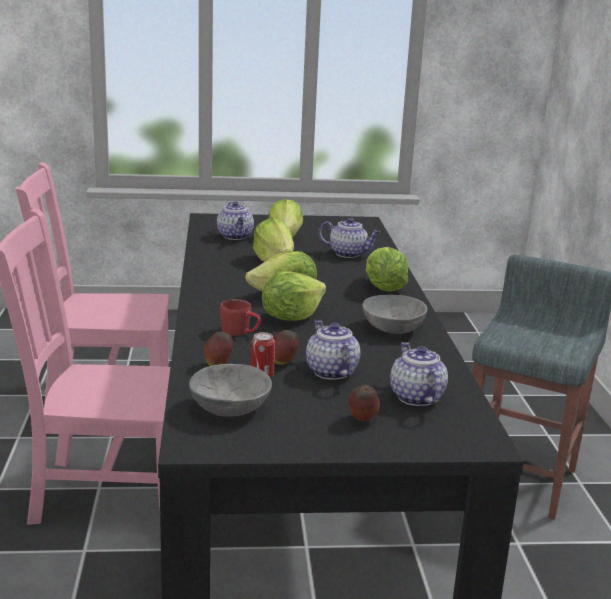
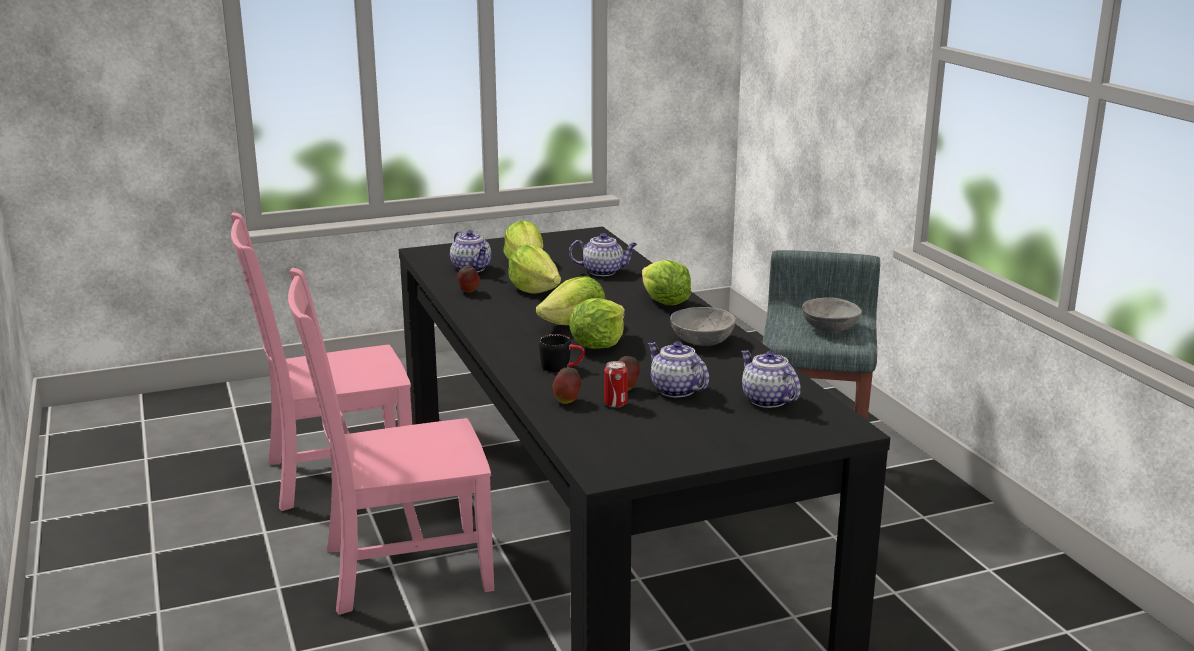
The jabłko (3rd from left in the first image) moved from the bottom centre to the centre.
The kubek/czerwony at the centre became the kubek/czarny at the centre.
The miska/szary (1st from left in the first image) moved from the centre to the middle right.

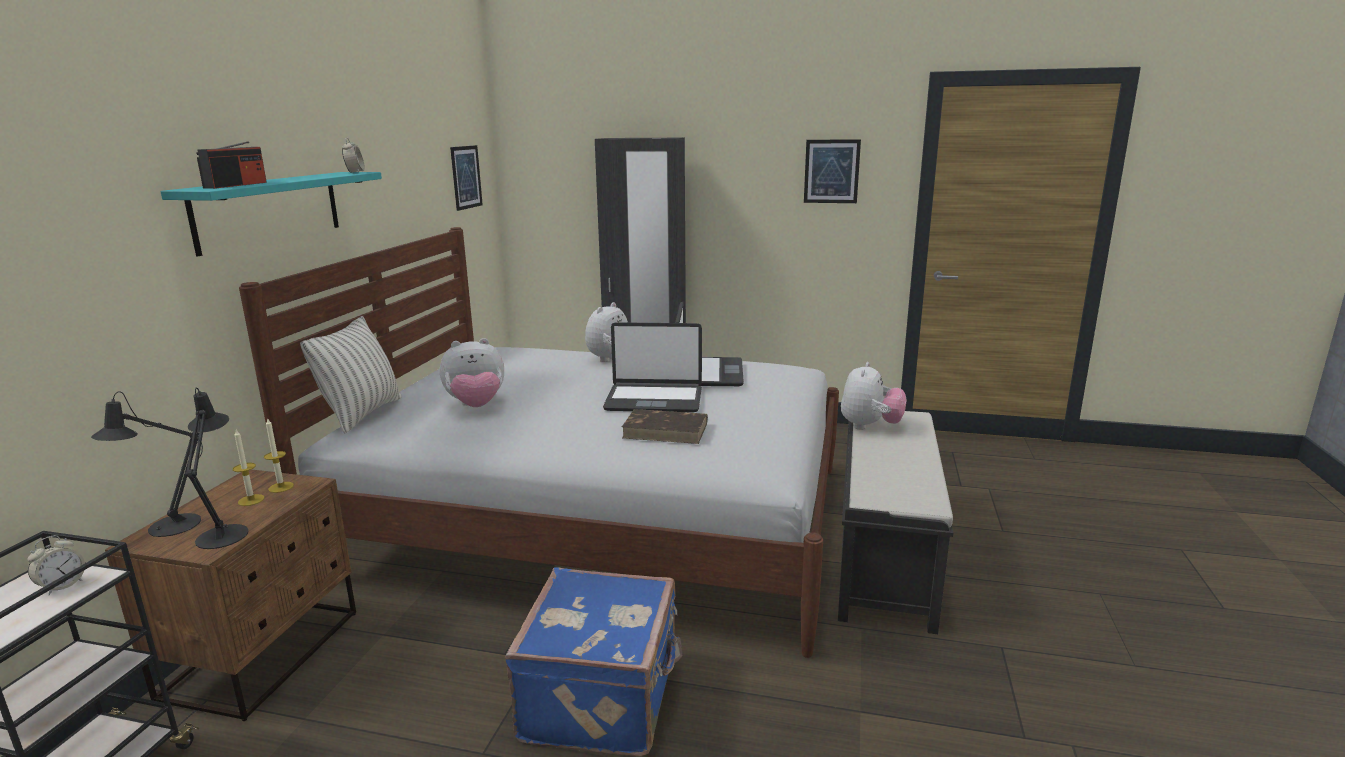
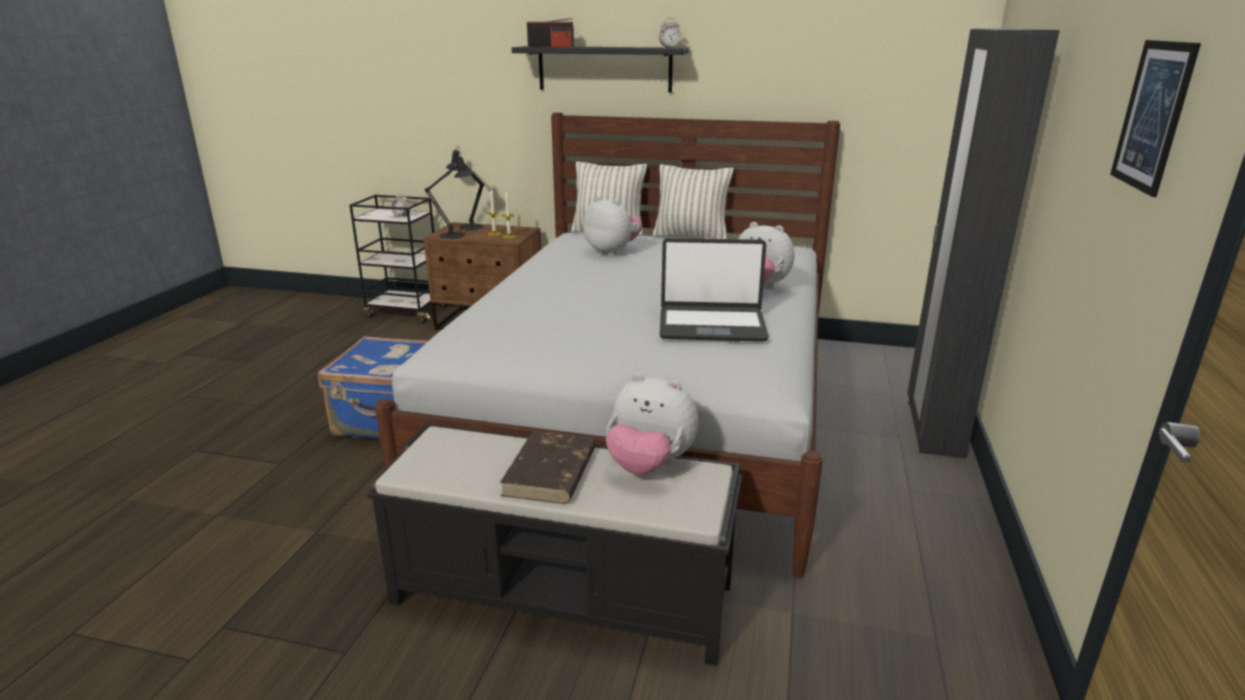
The książka/brązowy moved from the centre to the bottom centre.
The półka/turkusowy at the top left became the półka/czarny at the top centre.
The pluszak (1st from left) at the centre turned 150 degrees clockwise.
The poduszka (2nd from left) at the top centre appeared.
The obraz (1st from left) at the top centre disappeared.
The laptop (1st from left) at the centre disappeared.

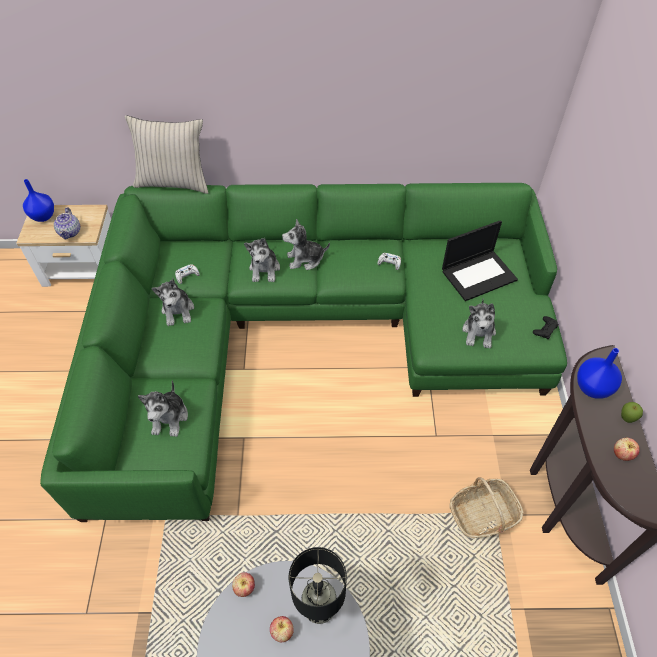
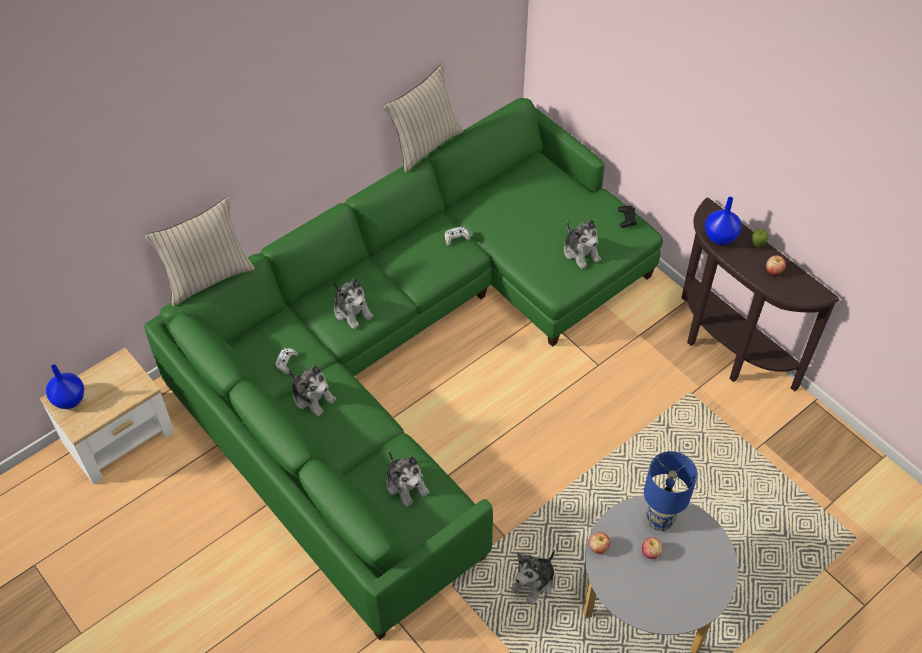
The poduszka/beżowy (2nd from left) at the top centre appeared.
The pluszak (4th from left) moved from the centre to the bottom centre.
The lampa stołowa/czarny at the bottom centre became the lampa stołowa/niebieski at the bottom right.
The imbryk at the middle left disappeared.
The laptop at the middle right disappeared.
The koszyk at the bottom right disappeared.

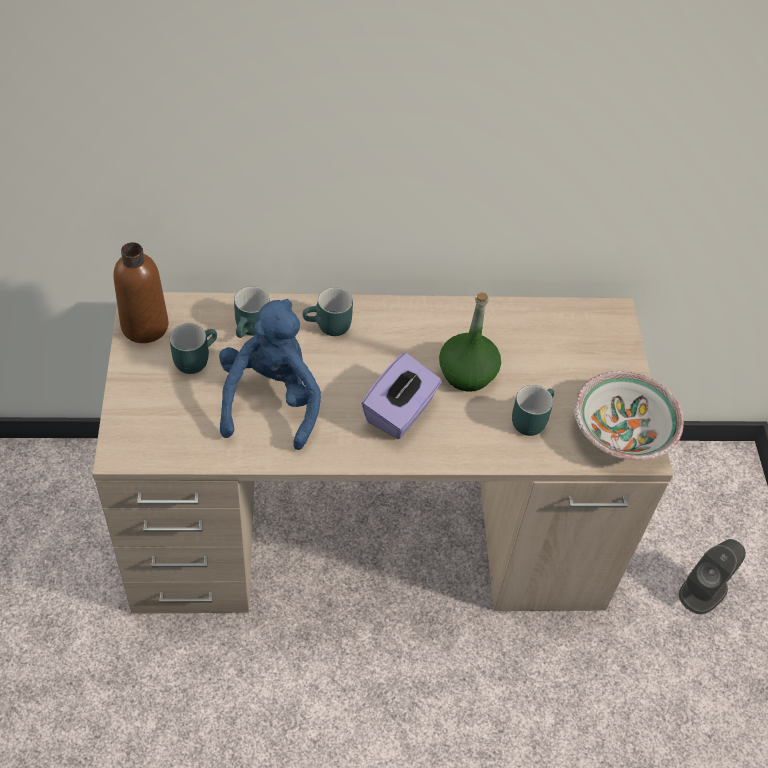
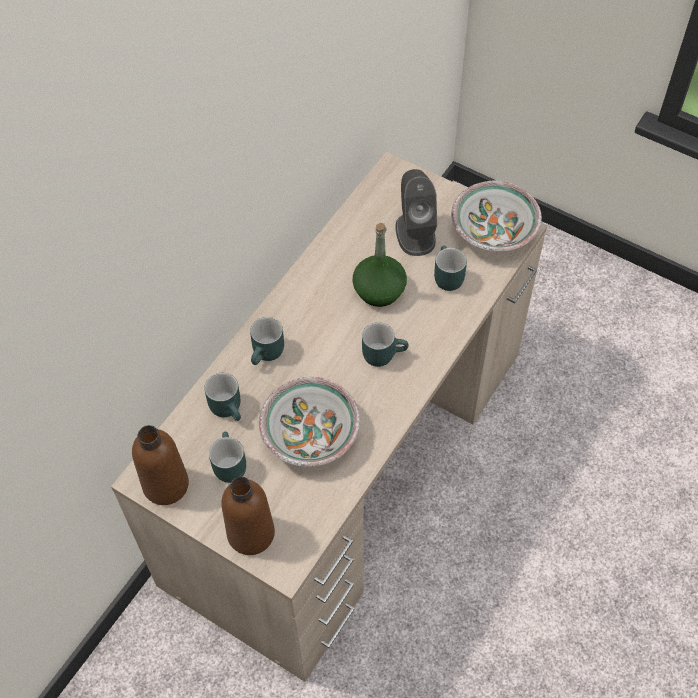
The butelka/brązowy (2nd from left) at the bottom centre appeared.
The pluszak/niebieski at the centre was replaced by the miska (1st from left) at the centre.
The pudełko chusteczek/fioletowy at the centre was replaced by the kubek/turkusowy (4th from left) at the centre.
The głośnik/szary moved from the bottom right to the top centre.

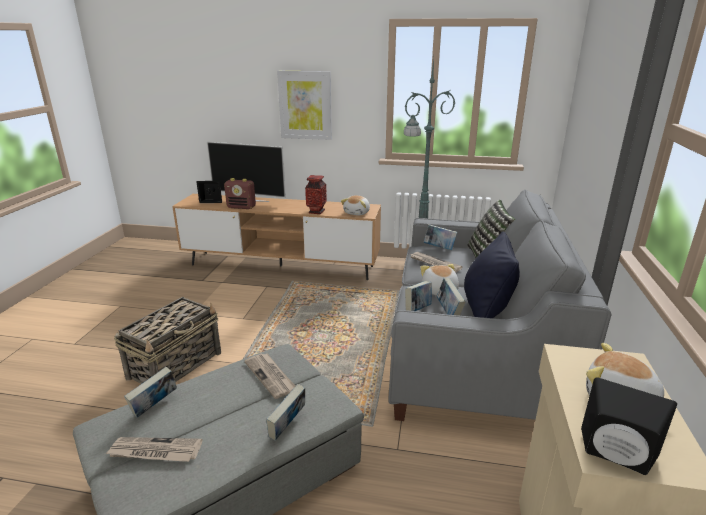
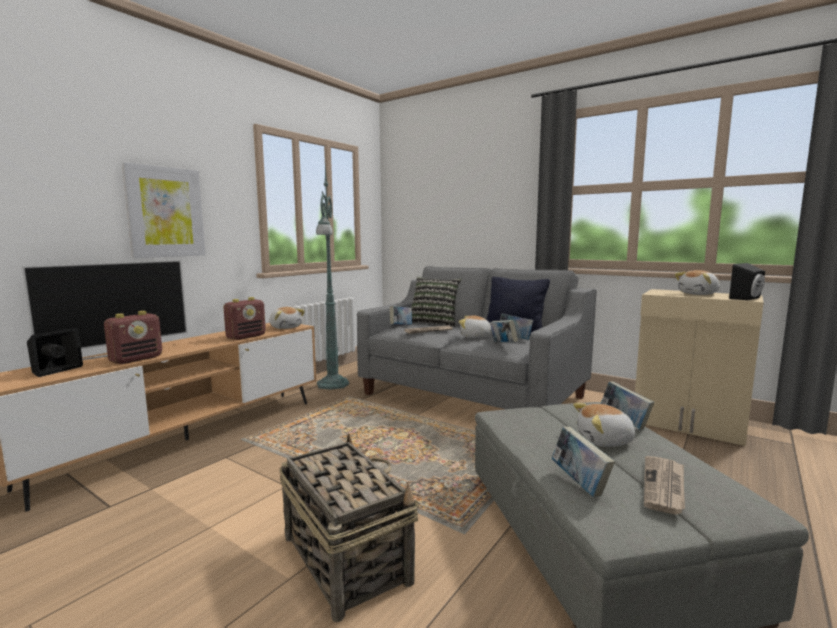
The wazon at the centre was replaced by the radio (2nd from left) at the middle left.
The pluszak (3rd from left) at the bottom right appeared.
The gazeta (2nd from left) at the bottom centre disappeared.

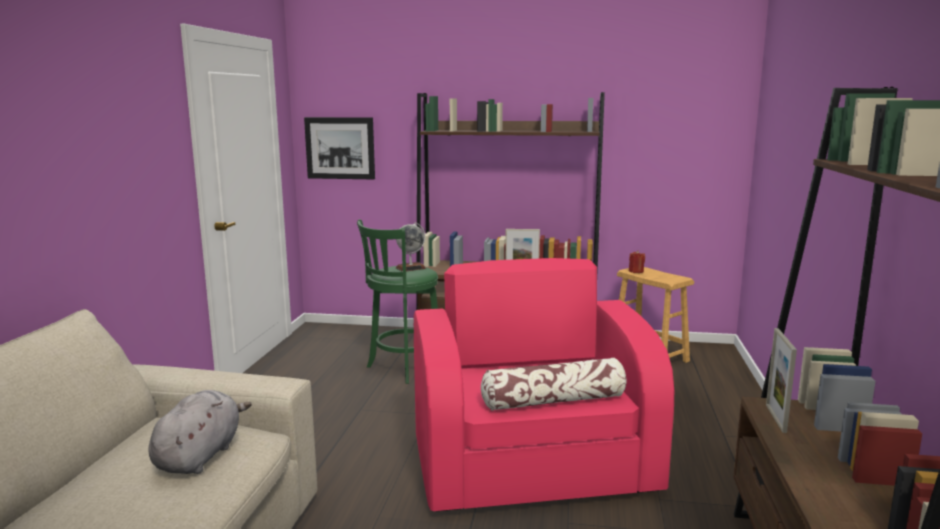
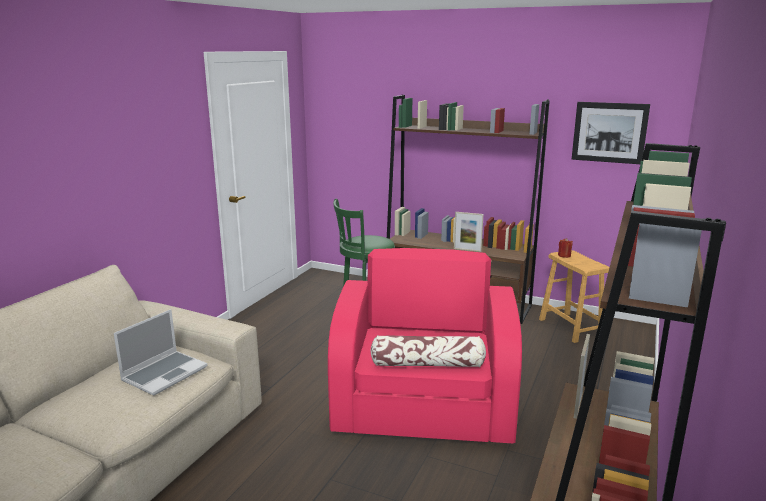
The pluszak/szary at the bottom left was replaced by the laptop at the bottom left.
The obraz moved from the top centre to the top right.
The globus at the centre disappeared.

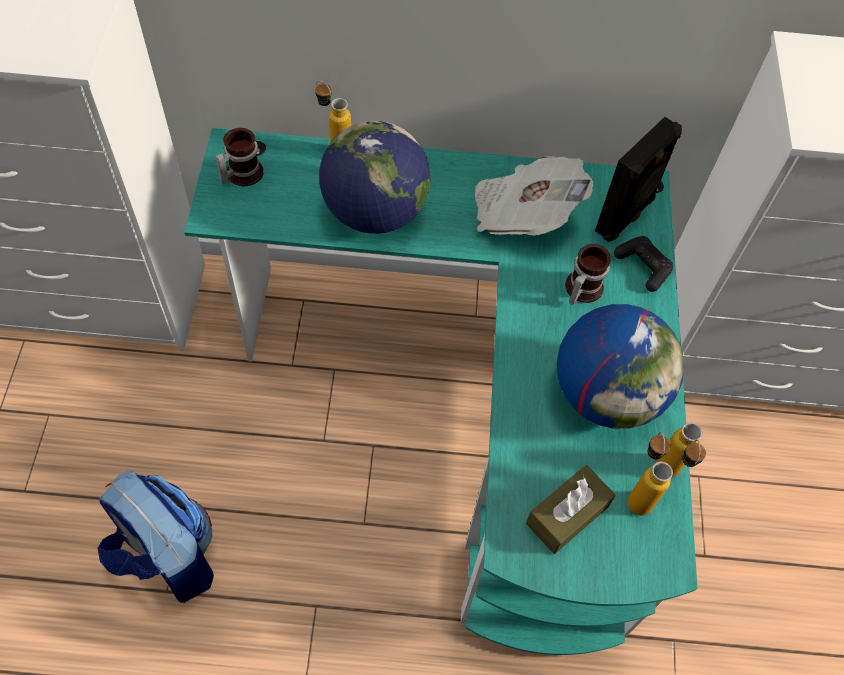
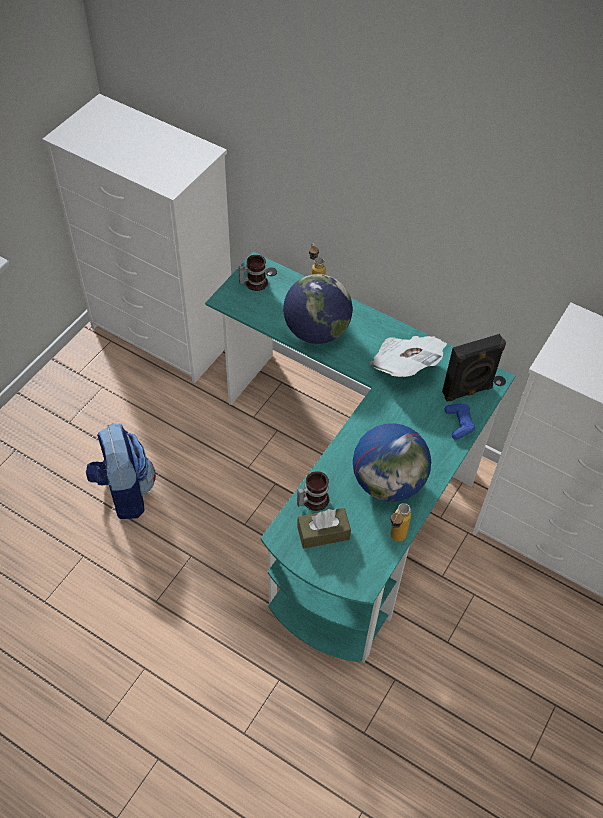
The kubek (2nd from left) moved from the middle right to the centre.
The pad do gier/czarny at the middle right became the pad do gier/niebieski at the middle right.
The butelka (2nd from left) at the bottom right disappeared.

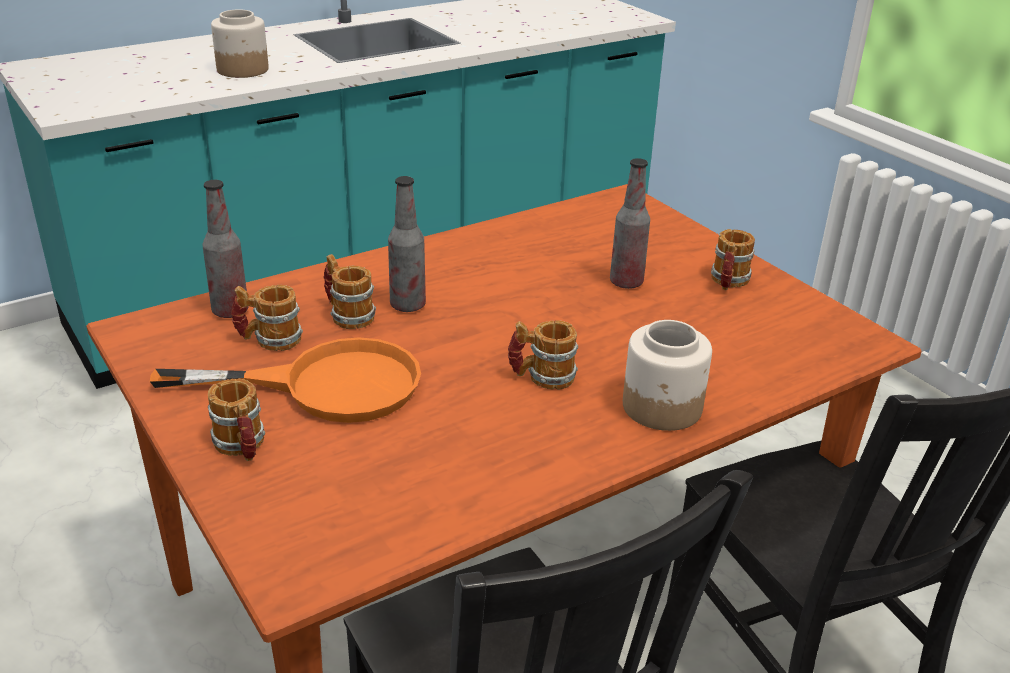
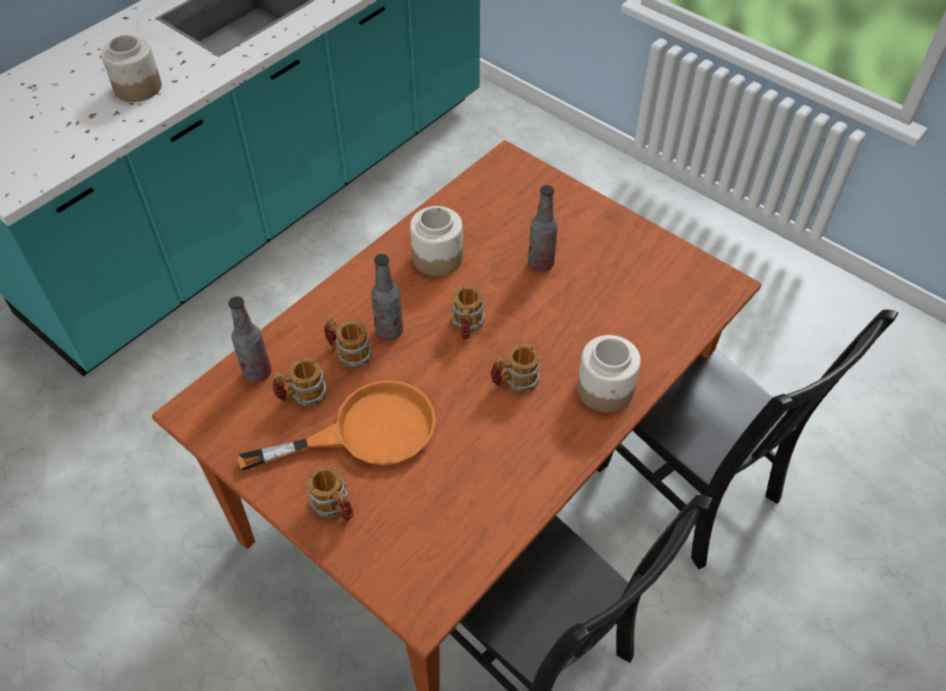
The słoik (2nd from left) at the centre appeared.
The kubek (5th from left in the first image) moved from the middle right to the centre.

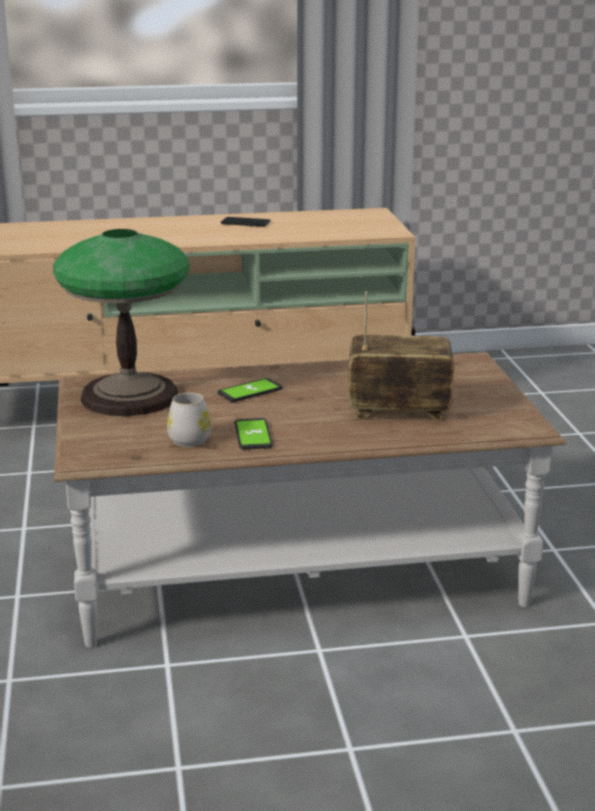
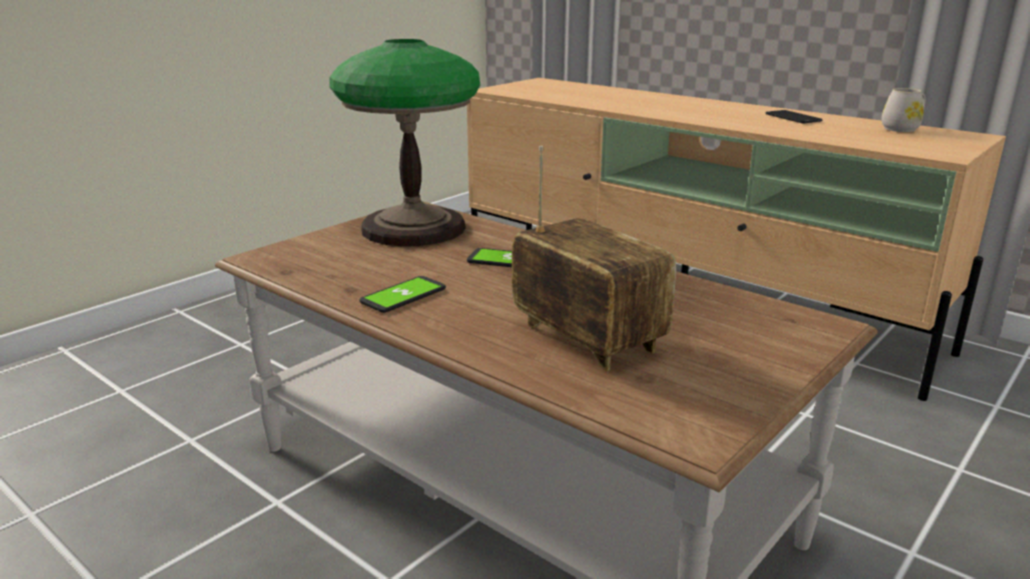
The kubek/biały moved from the middle left to the top right.

